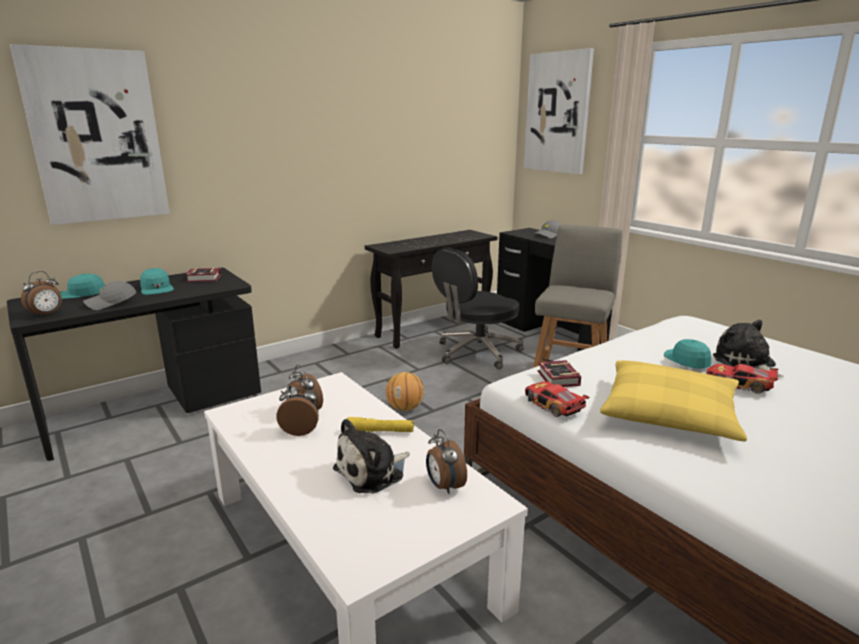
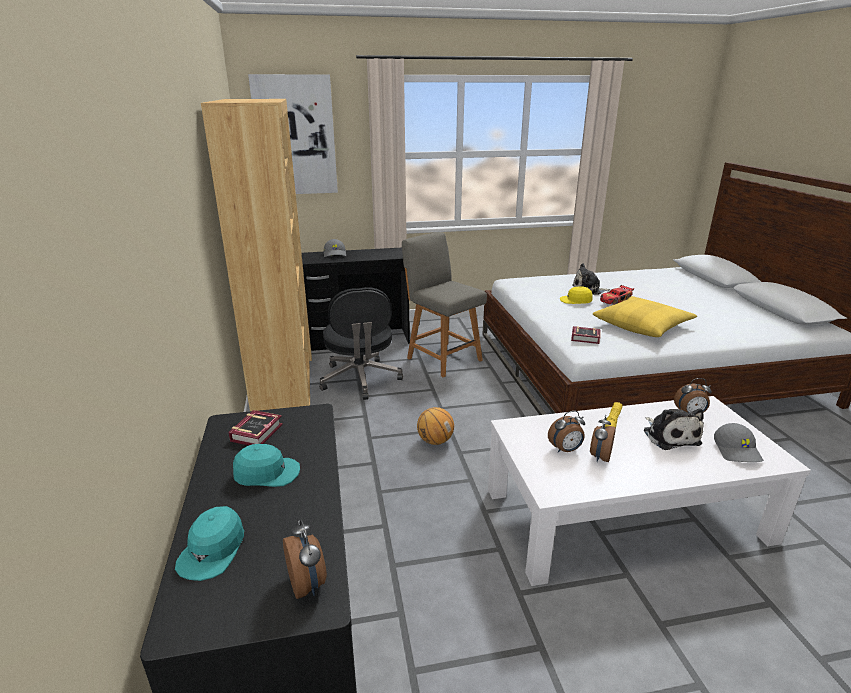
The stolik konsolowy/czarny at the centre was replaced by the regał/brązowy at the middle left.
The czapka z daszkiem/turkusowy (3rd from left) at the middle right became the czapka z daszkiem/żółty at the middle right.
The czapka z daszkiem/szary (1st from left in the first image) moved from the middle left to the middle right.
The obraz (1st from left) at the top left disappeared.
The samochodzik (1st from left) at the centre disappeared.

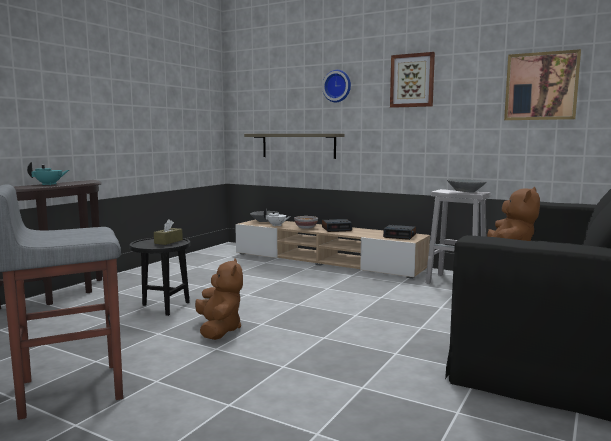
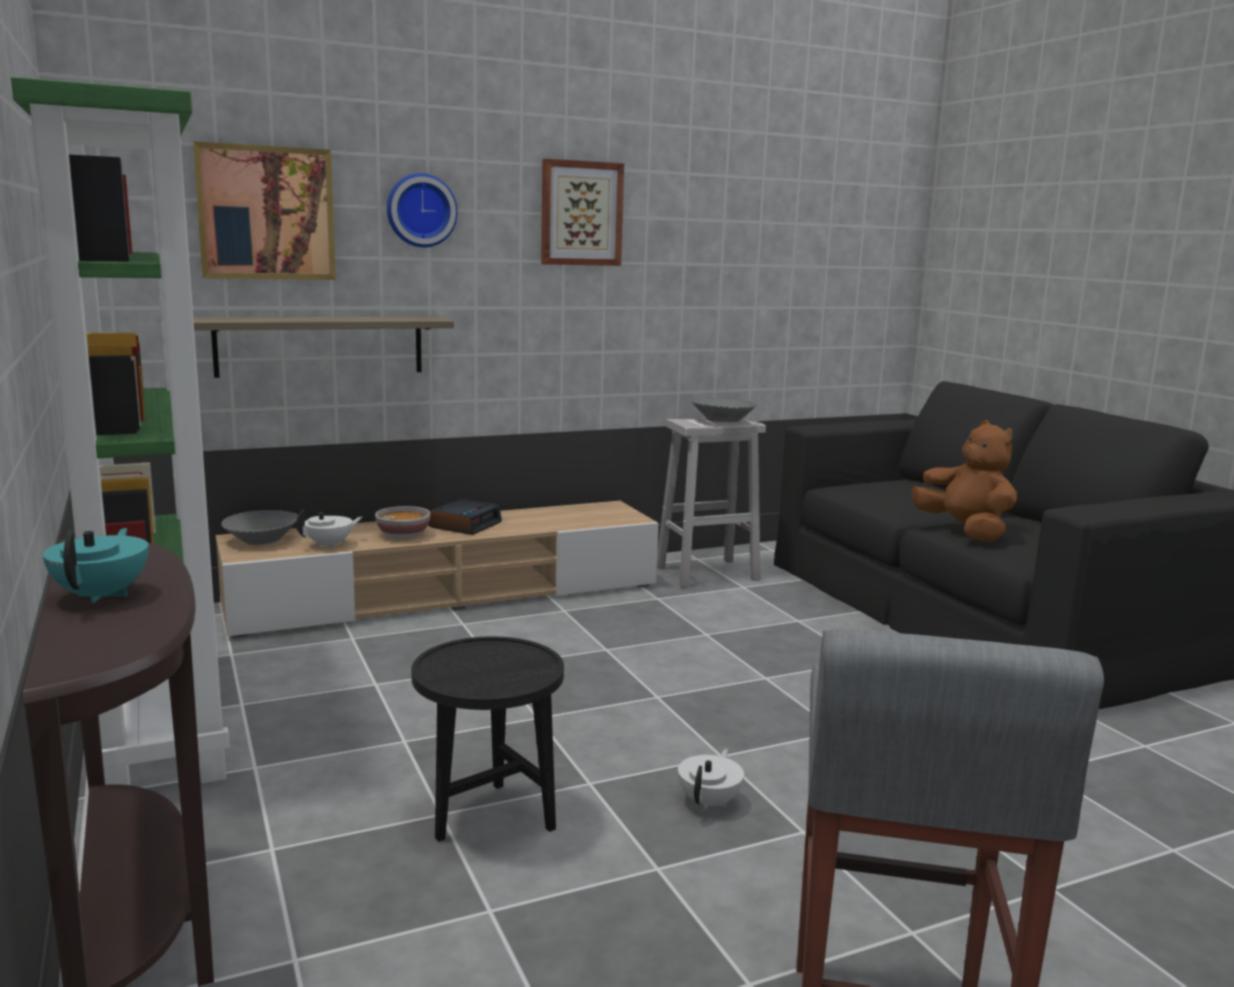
The regał/zielony at the middle left appeared.
The obraz (2nd from left in the first image) moved from the top right to the top left.
The pluszak/brązowy (1st from left) at the bottom centre was replaced by the imbryk/biały (2nd from left) at the bottom centre.
The pudełko chusteczek/brązowy at the middle left disappeared.
The budzik (2nd from left) at the centre disappeared.

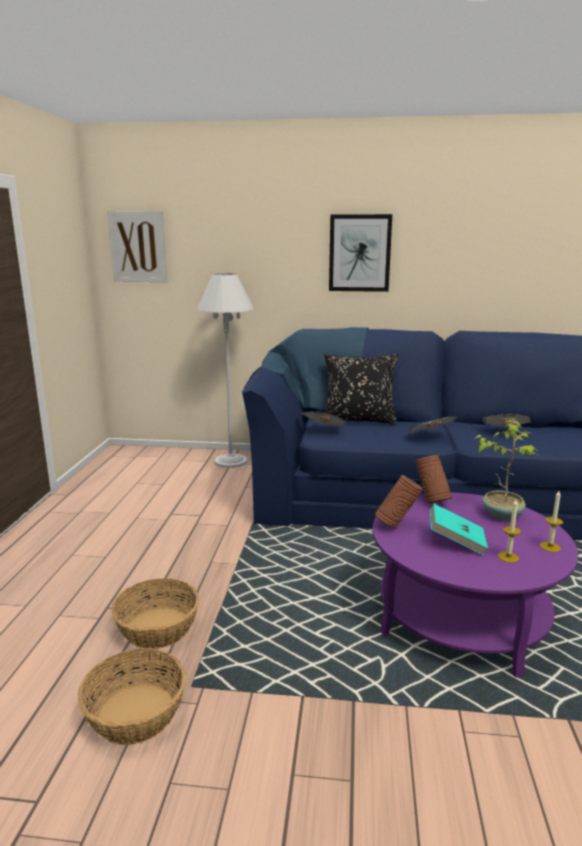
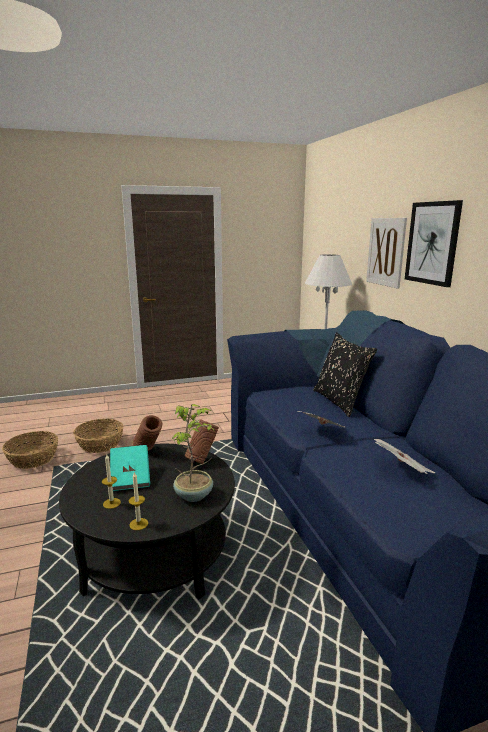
The ława/fioletowy at the bottom right became the ława/czarny at the bottom left.
The obraz (1st from left) moved from the top left to the middle right.
The gazeta (1st from left) at the centre disappeared.

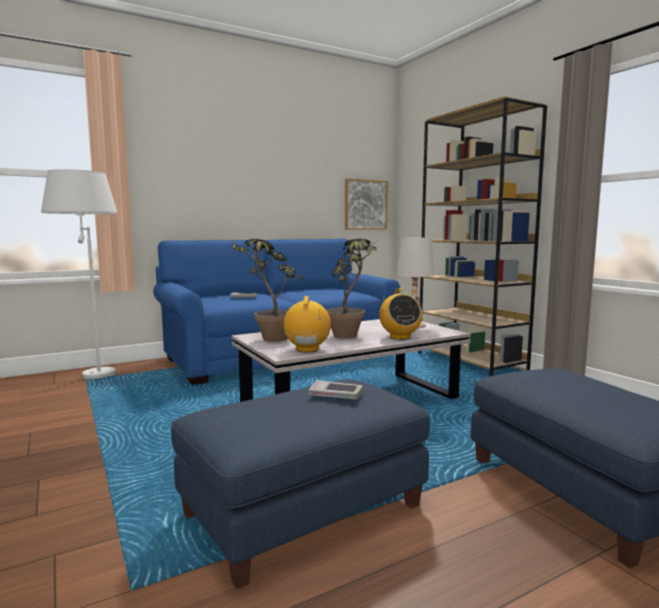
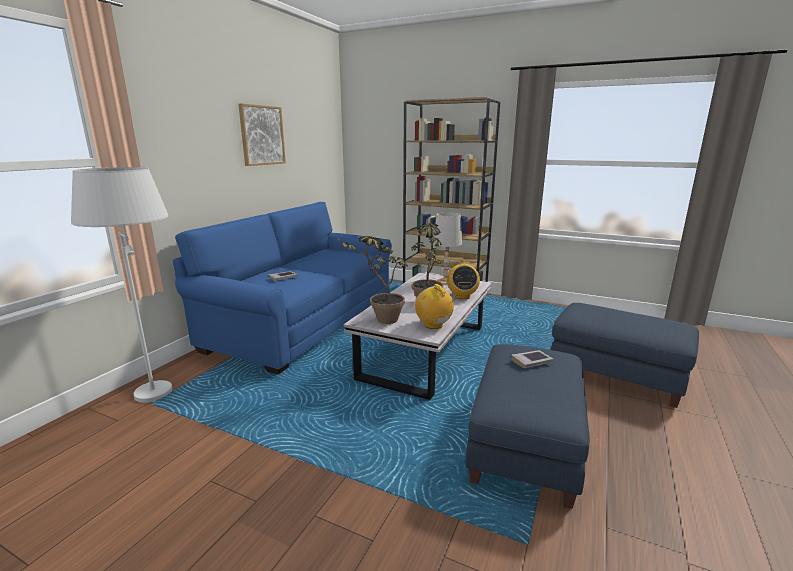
The obraz moved from the centre to the top left.
The radio (2nd from left) at the centre turned 45 degrees clockwise.

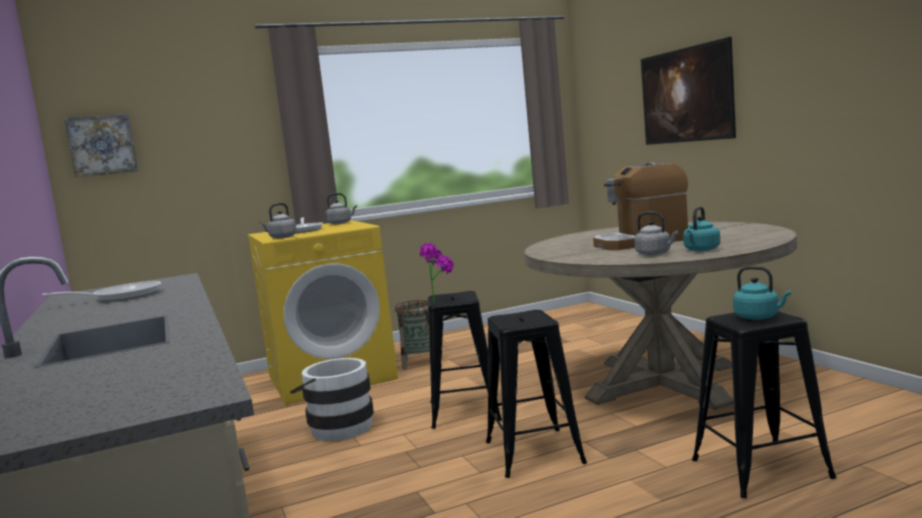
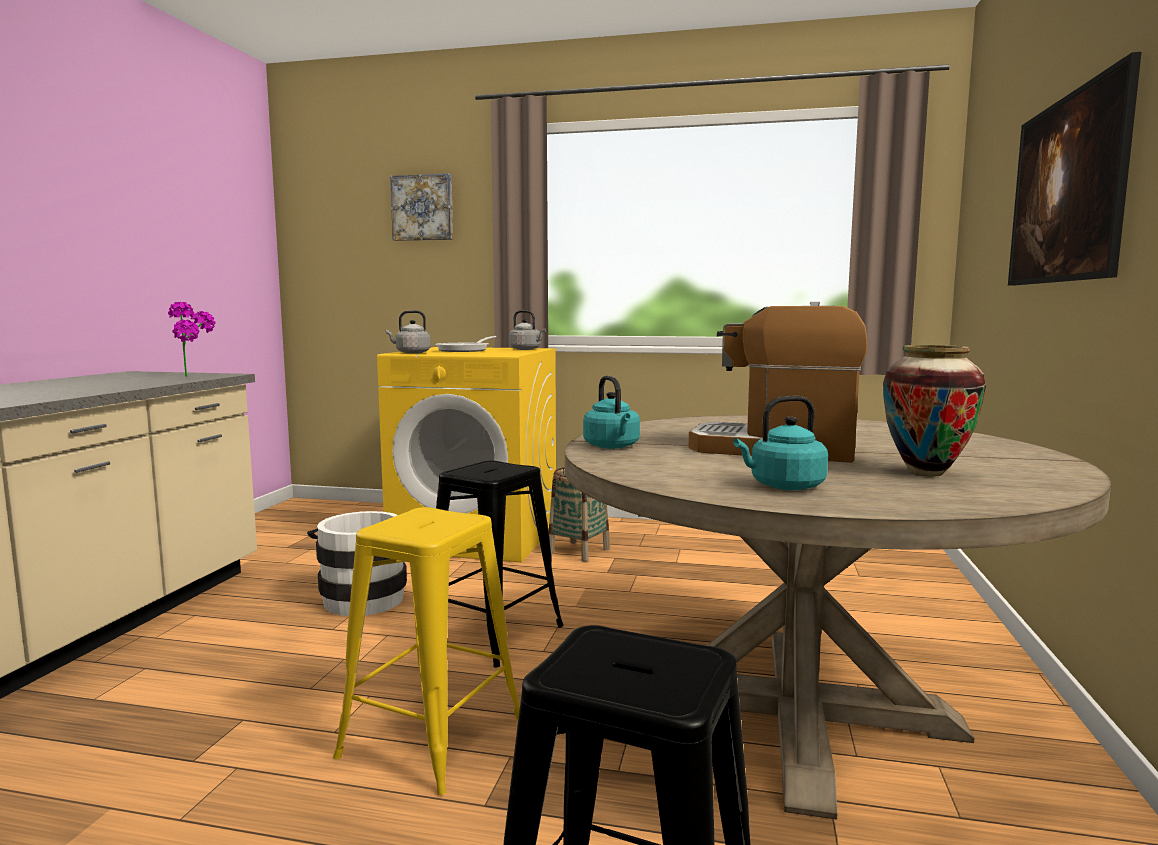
The roślina doniczkowa moved from the centre to the middle left.
The stołek/czarny (2nd from left) at the bottom centre became the stołek/żółty at the bottom centre.
The obraz (1st from left) moved from the top left to the top centre.
The czajnik/turkusowy (2nd from left in the first image) moved from the middle right to the centre.
The wazon at the middle right appeared.
The patelnia (1st from left) at the middle left disappeared.
The czajnik/szary (3rd from left) at the middle right disappeared.

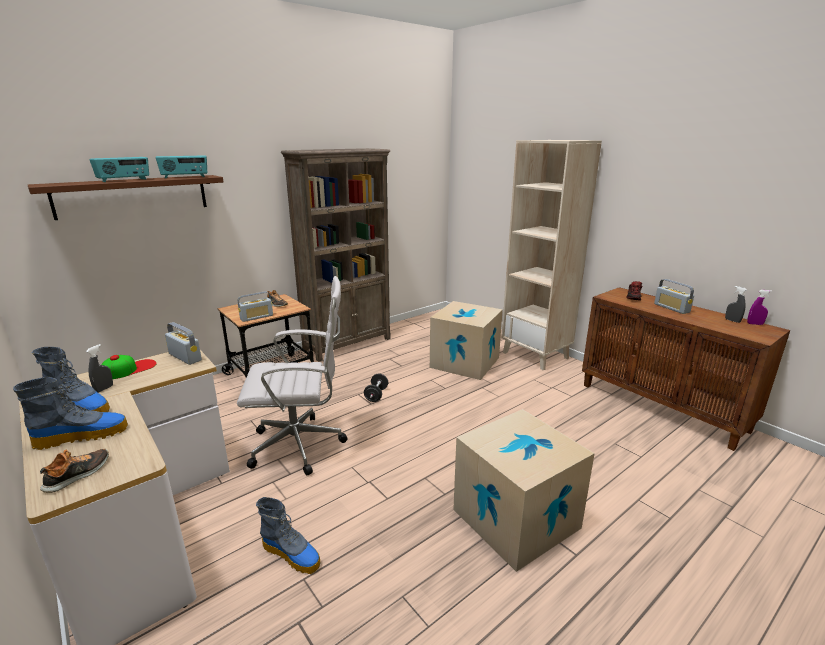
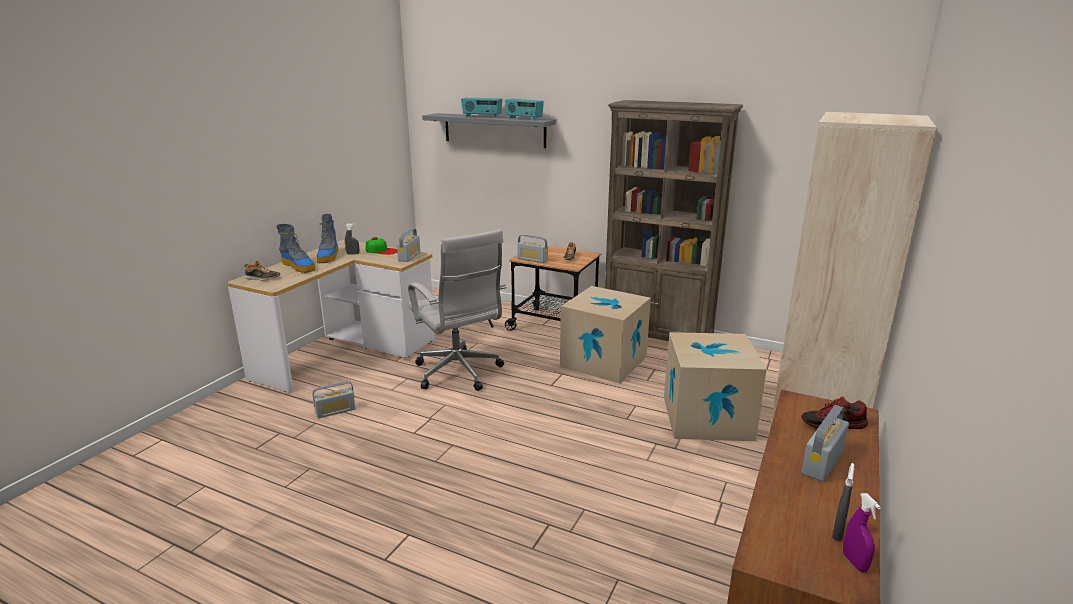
The but z cholewką (3rd from left) at the bottom centre was replaced by the radio (1st from left) at the middle left.
The półka/brązowy at the top left became the półka/szary at the top centre.
The karton (2nd from left in the first image) moved from the bottom centre to the centre.
The hantel/czarny at the centre disappeared.

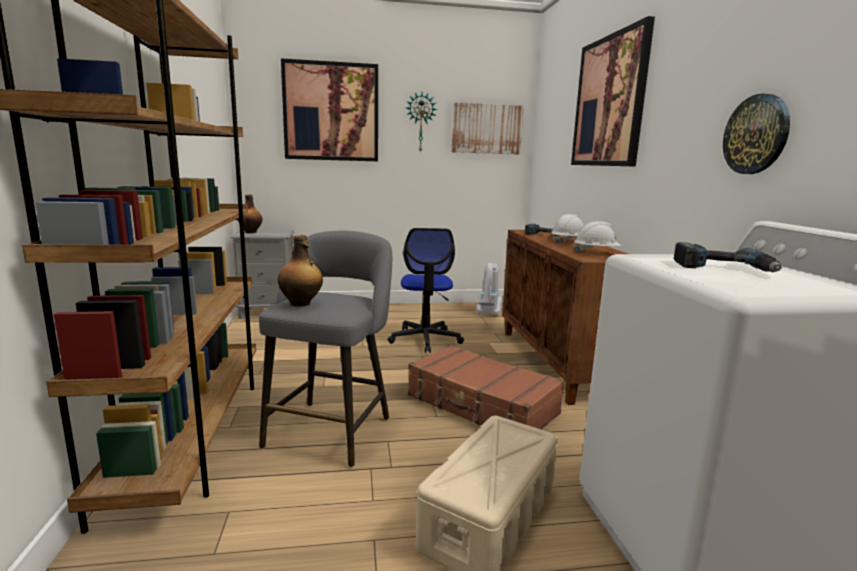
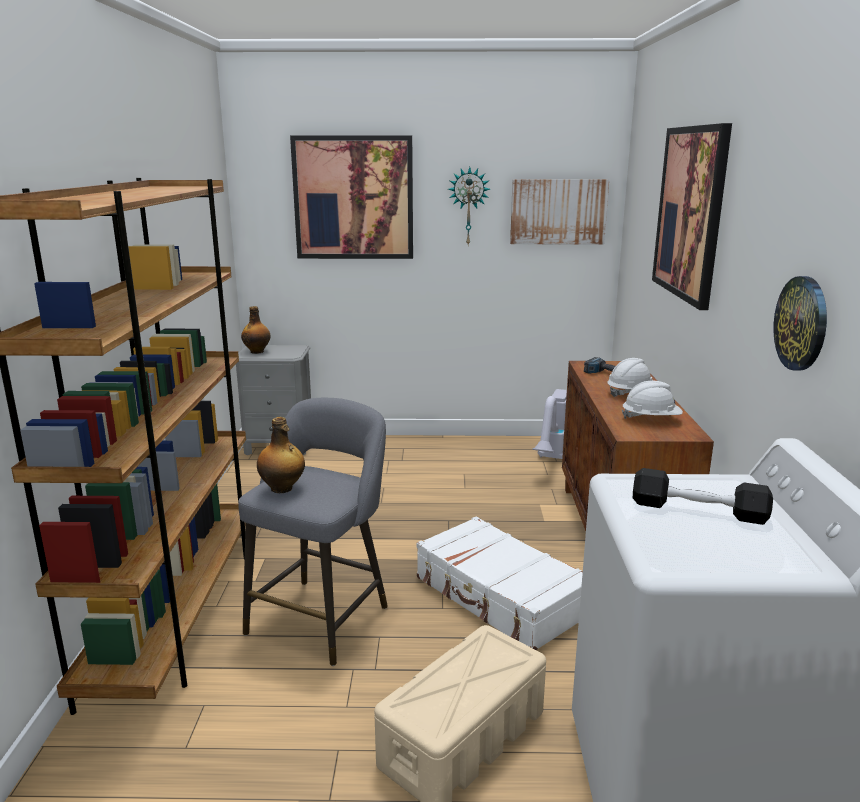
The walizka/brązowy at the bottom centre became the walizka/biały at the bottom centre.
The wiertarka (2nd from left) at the middle right was replaced by the hantel/czarny at the middle right.
The krzesło biurowe at the centre disappeared.

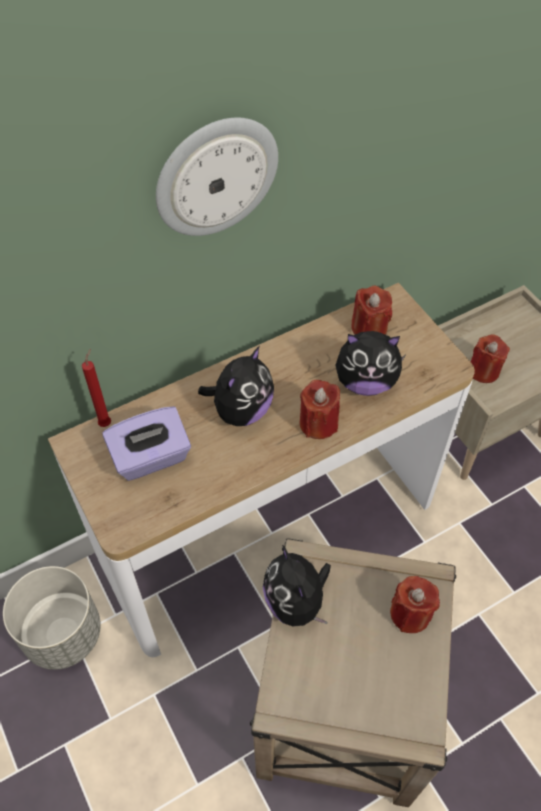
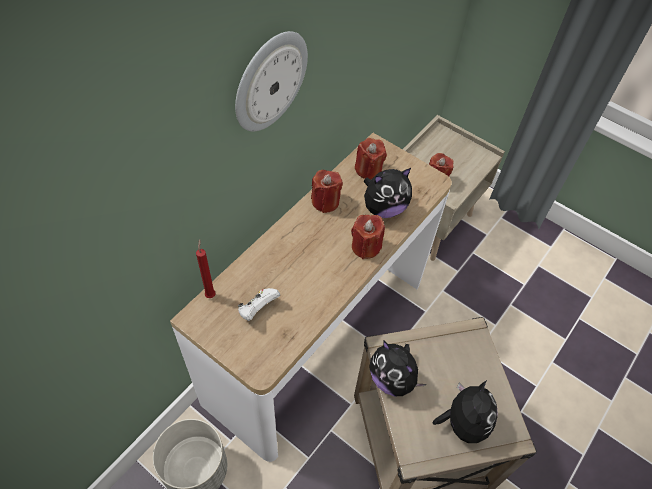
The pudełko chusteczek/fioletowy at the middle left was replaced by the pad do gier/biały at the centre.
The świeca/czerwony (4th from left in the first image) moved from the bottom right to the centre.
The pluszak (1st from left in the first image) moved from the centre to the bottom right.

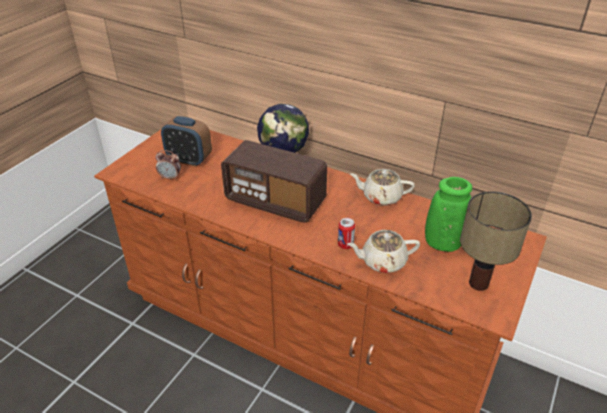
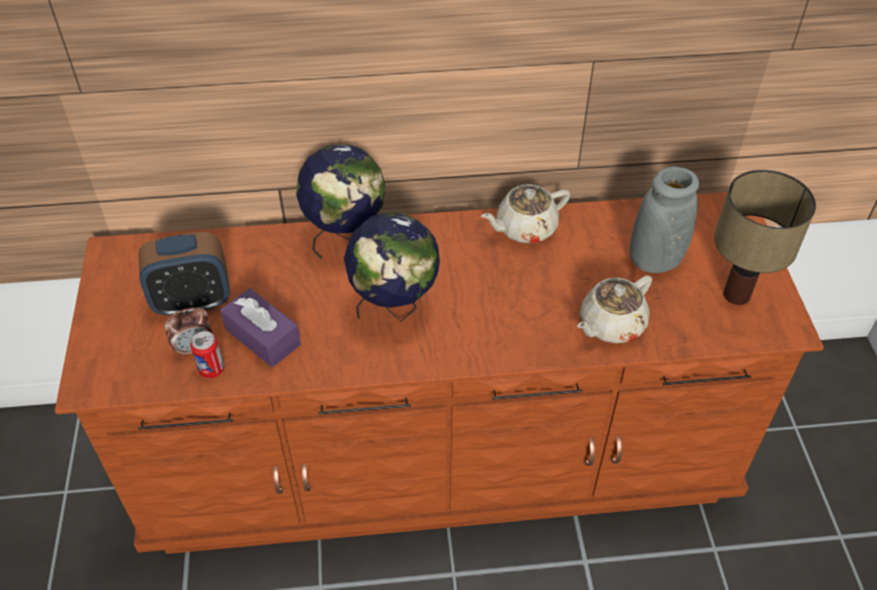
The puszka moved from the centre to the middle left.
The pudełko chusteczek/fioletowy at the middle left appeared.
The radio at the centre was replaced by the globus (2nd from left) at the centre.
The wazon/zielony at the middle right became the wazon/szary at the middle right.

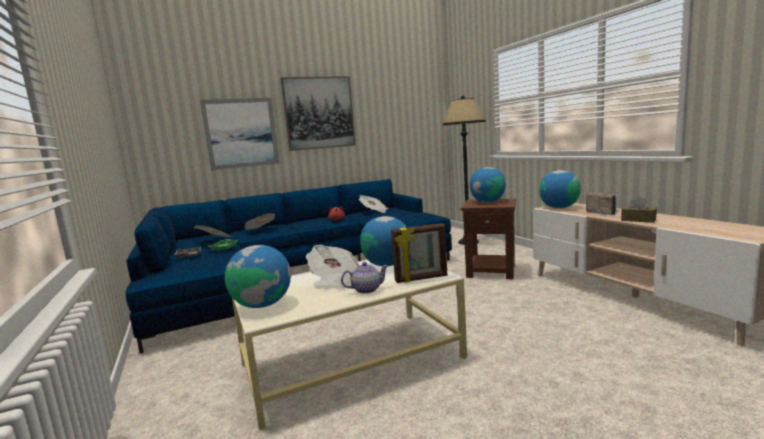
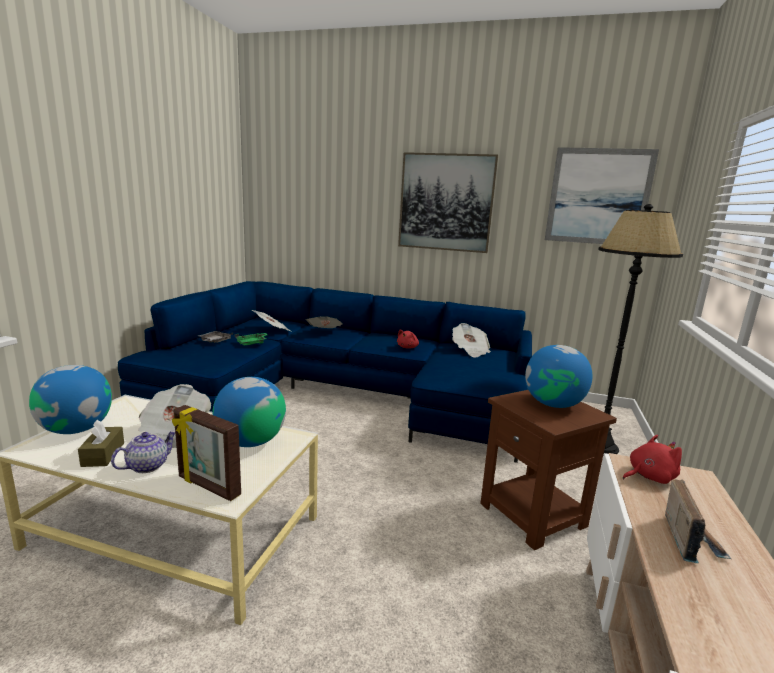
The pudełko chusteczek/brązowy moved from the middle right to the middle left.
The imbryk at the centre turned 75 degrees counterclockwise.
The obraz (1st from left in the first image) moved from the top left to the top right.
The globus (4th from left) at the middle right was replaced by the pluszak/czerwony (2nd from left) at the bottom right.

